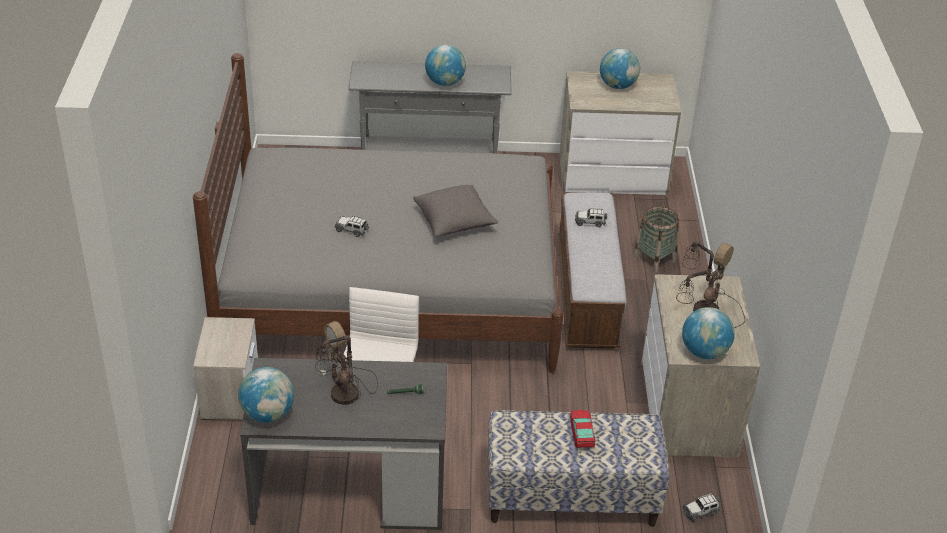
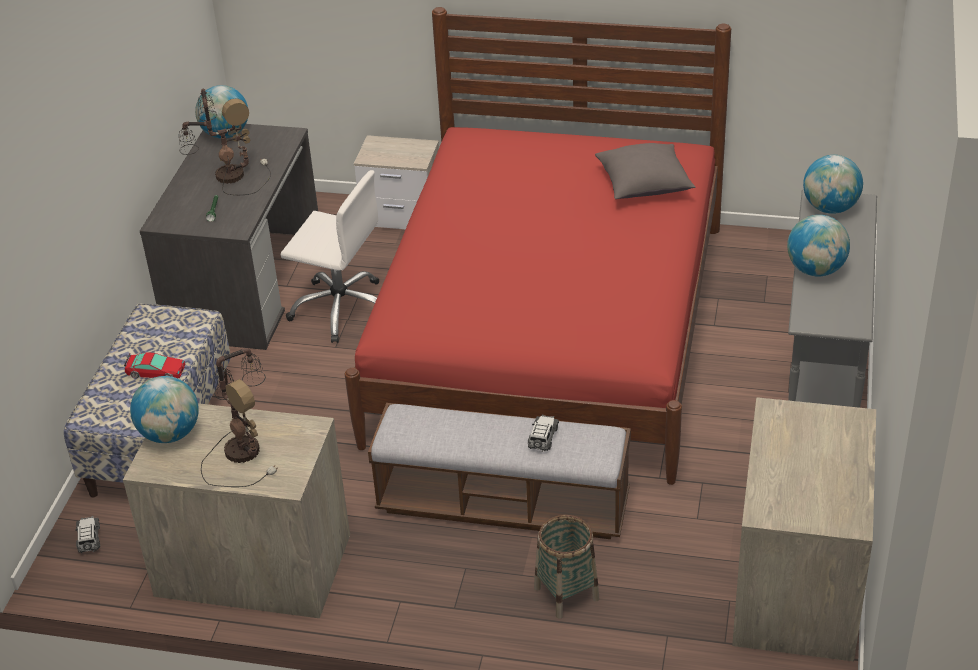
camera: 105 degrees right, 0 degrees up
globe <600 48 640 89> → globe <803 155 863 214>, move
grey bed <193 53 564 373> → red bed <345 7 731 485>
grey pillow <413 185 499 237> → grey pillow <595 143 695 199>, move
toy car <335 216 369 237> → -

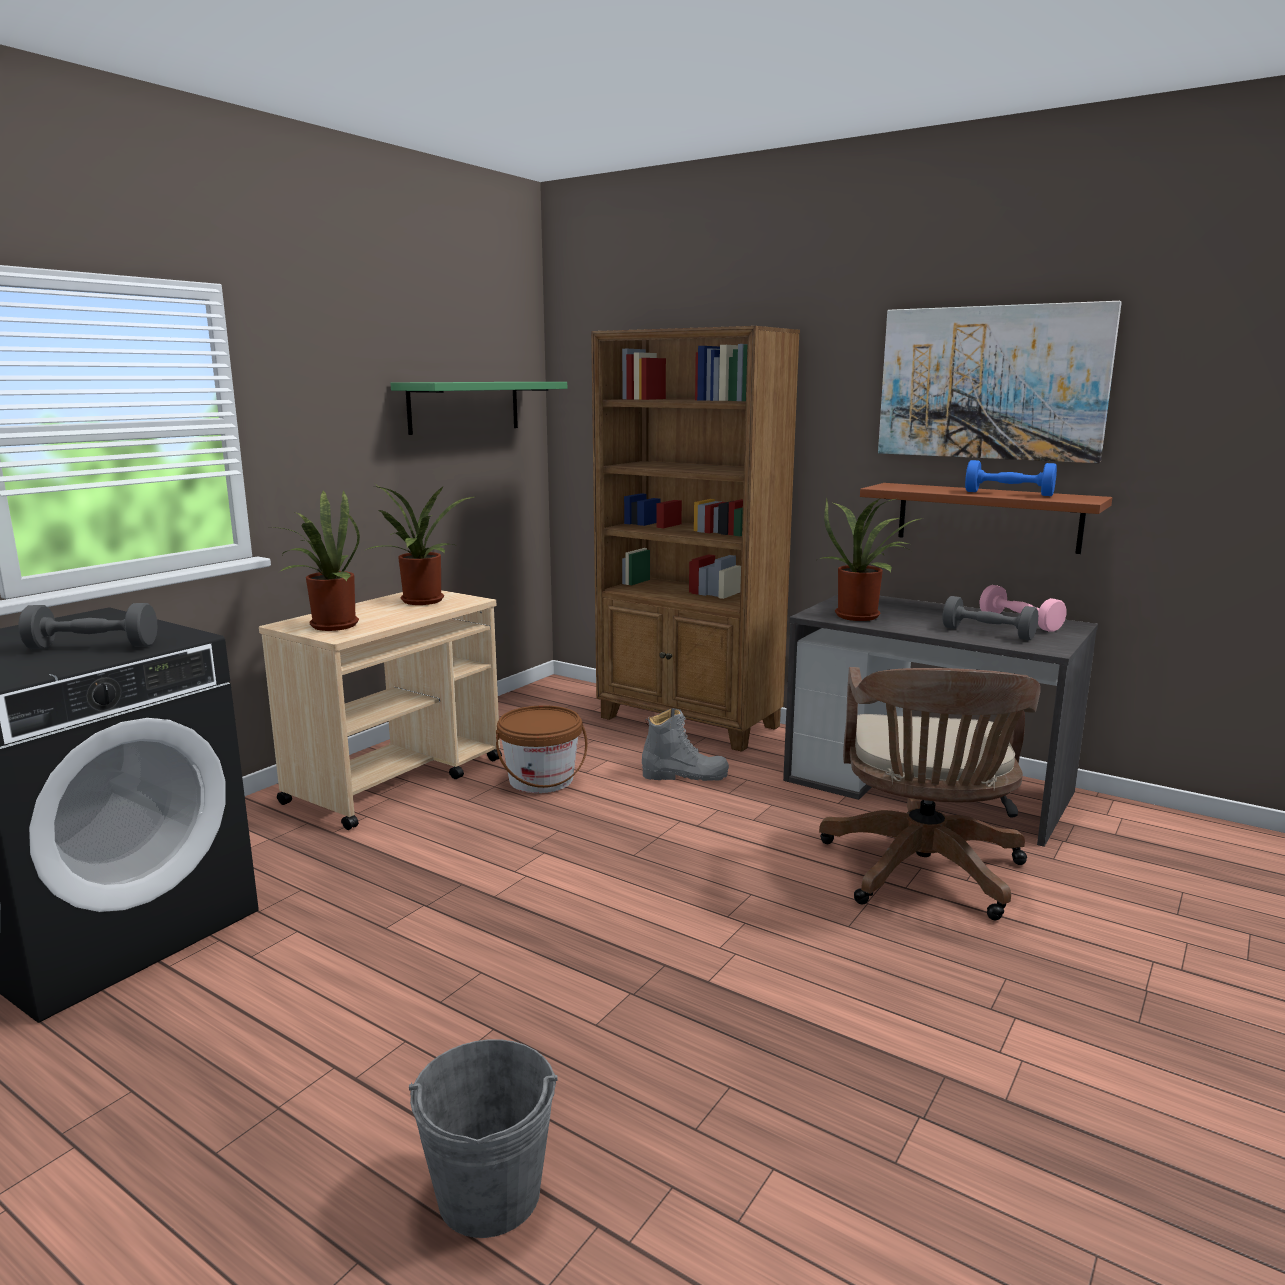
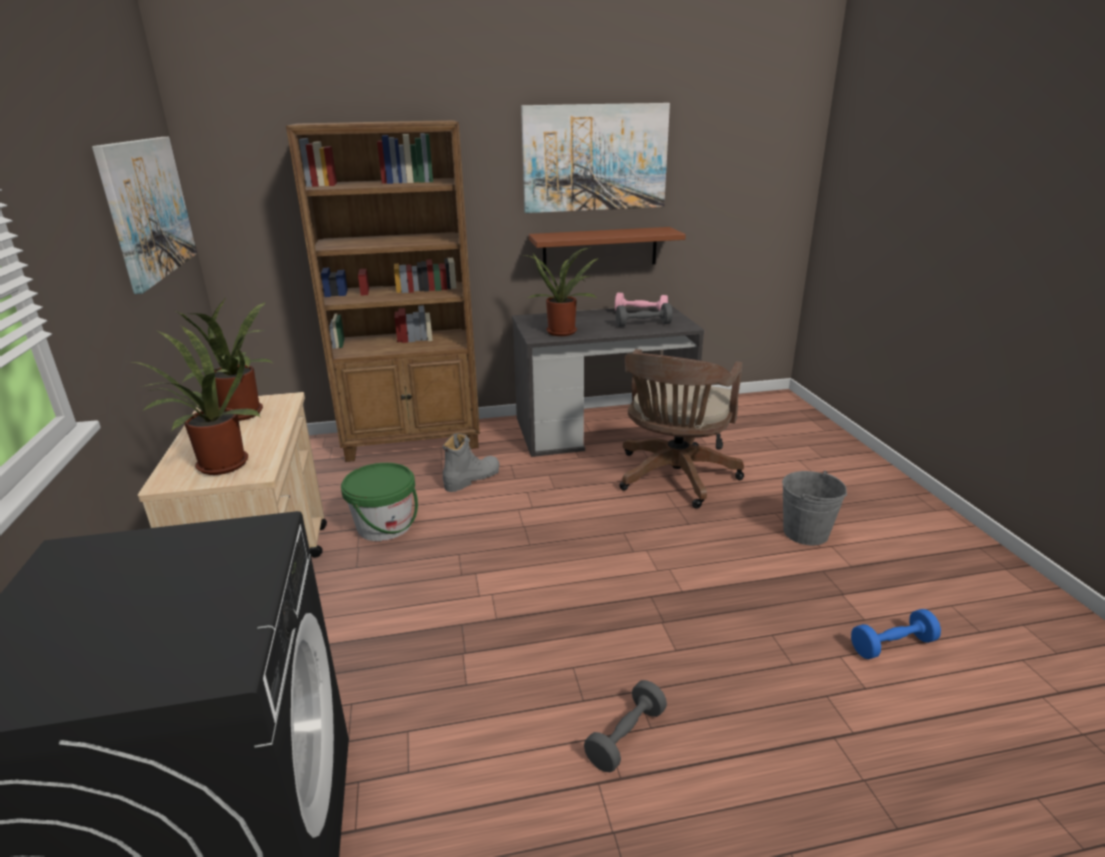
camera: 45 degrees left, 10 degrees up
green shelf <390 382 567 435> → picture <92 137 197 294>
blue dumbbell <965 460 1057 496> → blue dumbbell <851 609 941 659>, move
grey dumbbell <18 603 158 649> → grey dumbbell <584 680 667 773>, move
brown office chair <819 667 1041 920> → brown office chair <620 349 744 509>, 60 degrees clockwise
brown bucket <496 705 587 793> → green bucket <341 463 418 541>
grey bucket <409 1039 557 1238> → grey bucket <782 471 847 545>, move

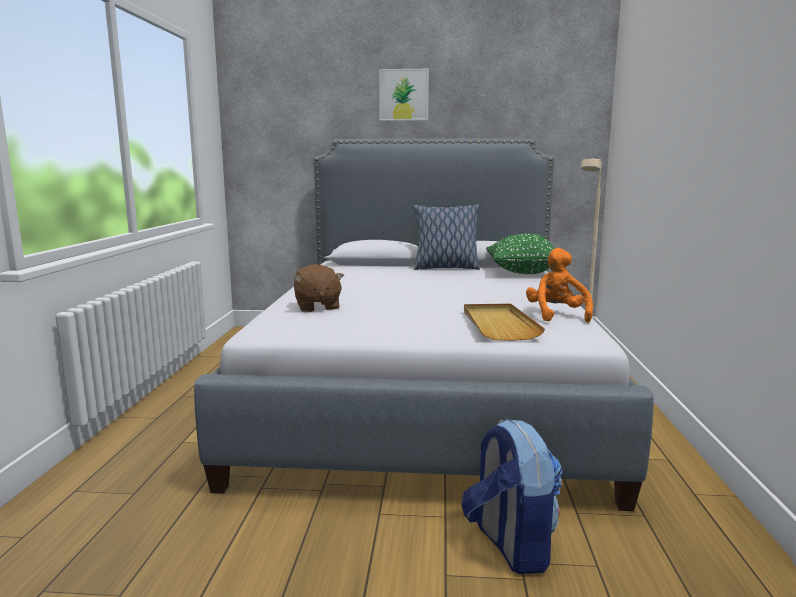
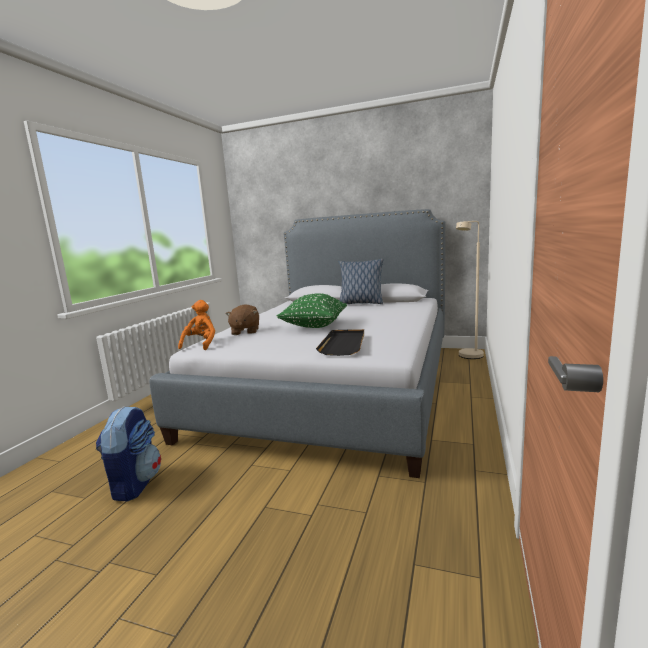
camera: 15 degrees right, 0 degrees up
picture <379 69 429 121> → -
green pillow <486 234 554 274> → green pillow <277 293 347 328>, move
orange plush toy <526 248 593 323> → orange plush toy <178 300 215 350>, move
beige tray <464 304 545 341> → black tray <316 329 364 356>
backpack <461 419 563 574> → backpack <96 406 161 501>, move

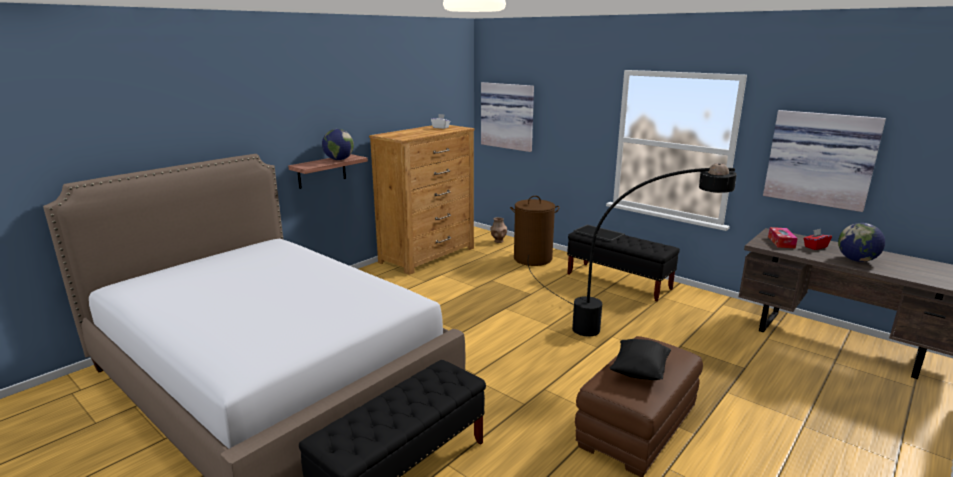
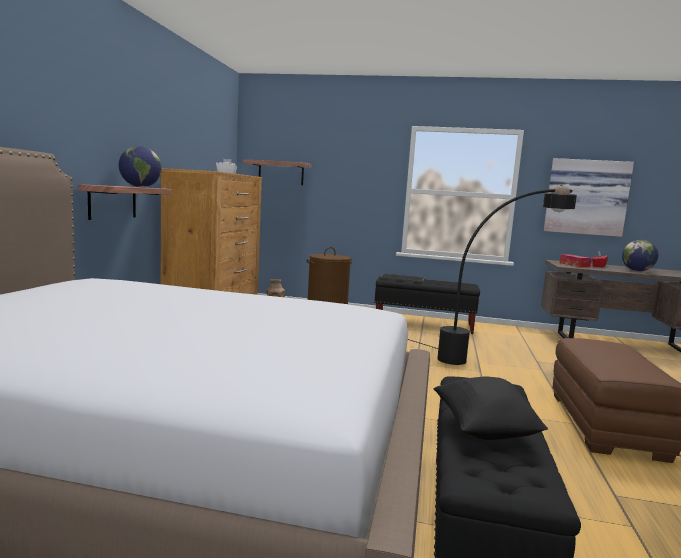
camera: 30 degrees left, 10 degrees down
picture <481 82 534 152> → shelf <243 159 312 185>
black pillow <609 339 671 380> → black pillow <434 376 548 440>, move

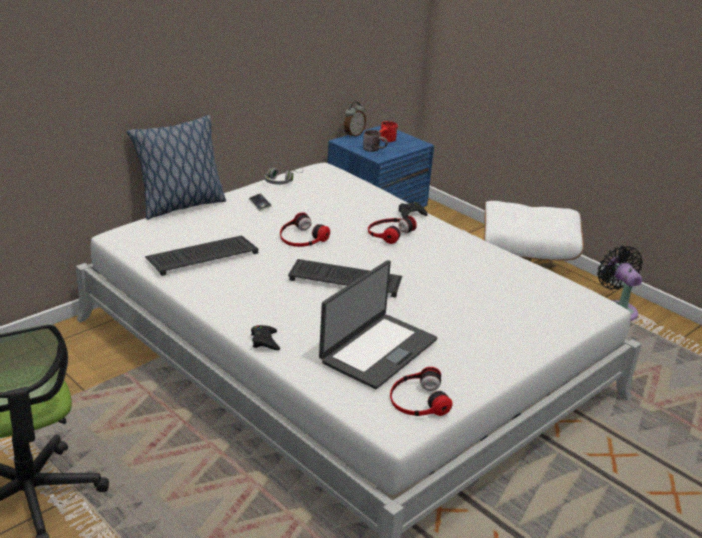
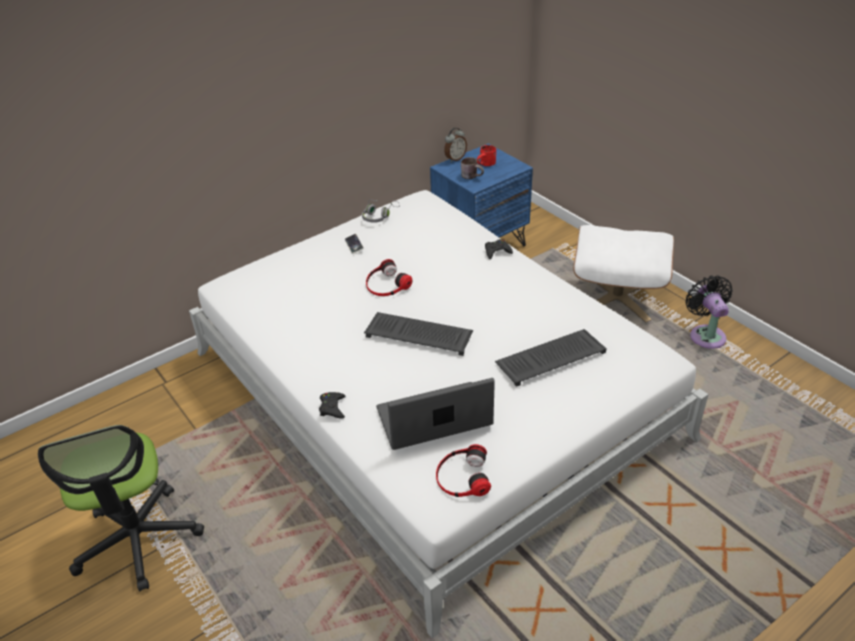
camera: 10 degrees right, 10 degrees up
pillow <126 115 226 220> → -
headphones <368 216 417 244> → -
keyboard <145 235 259 276> → keyboard <495 329 607 387>, move
laptop <319 260 437 389> → laptop <376 378 495 450>, 150 degrees counterclockwise

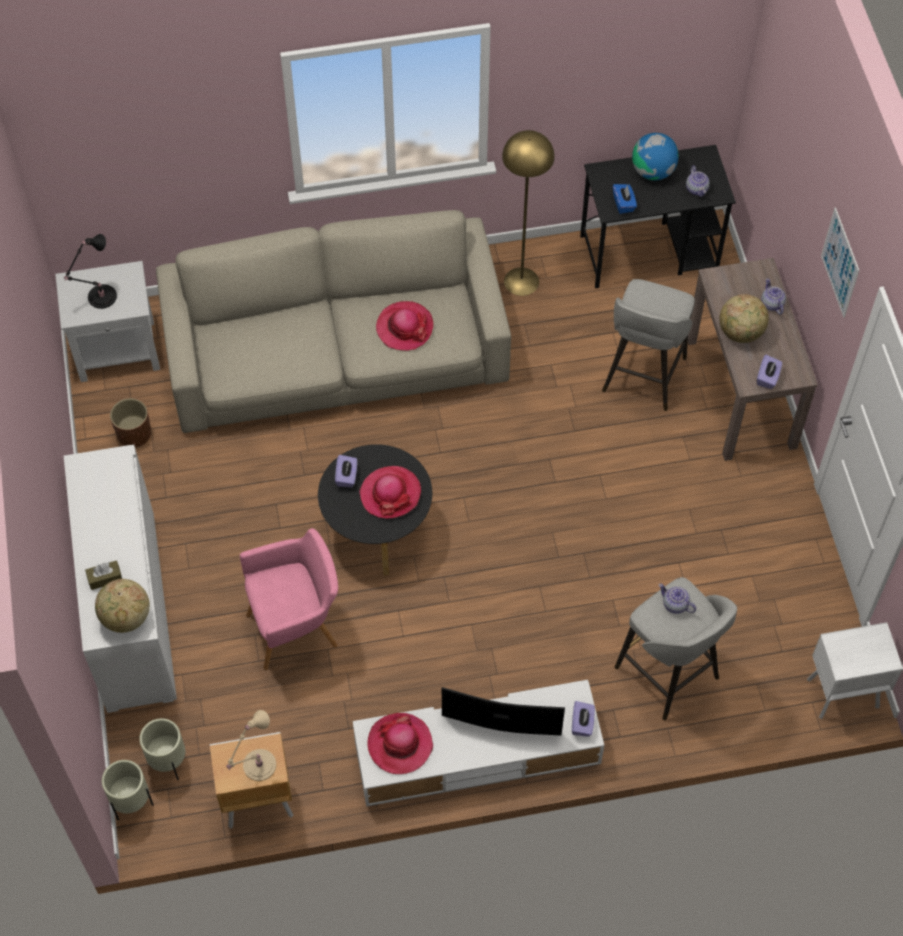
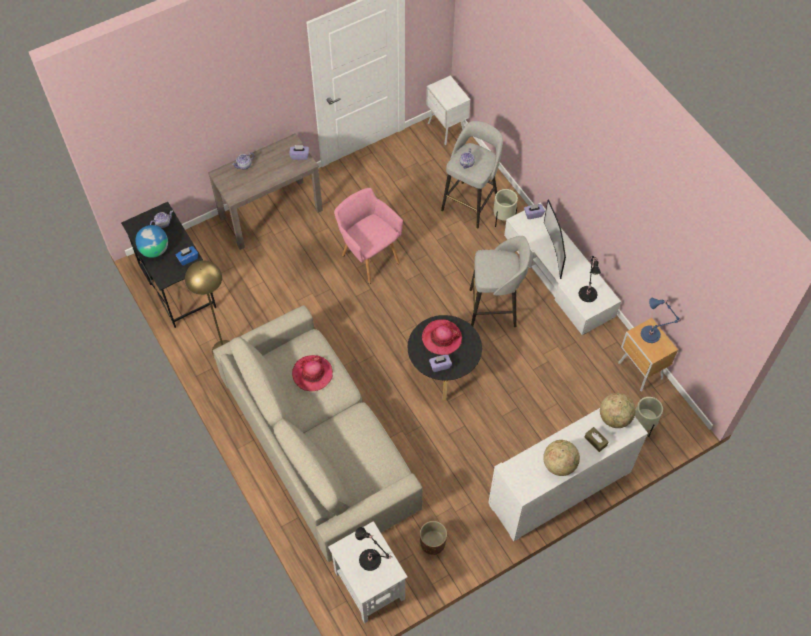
camera: 110 degrees left, 0 degrees up
picture <821 207 859 318> → -
grey stool <602 279 695 411> → grey stool <470 236 530 327>, move
globe <719 294 769 343> → globe <543 440 580 476>, move
pink armchair <240 528 338 670> → pink armchair <334 188 403 284>, move
beige table lamp <226 710 276 781> → blue table lamp <641 298 682 343>
hat <367 713 433 774> → black table lamp <579 255 601 302>
beige planter <102 760 154 821> → beige planter <493 189 518 227>, move

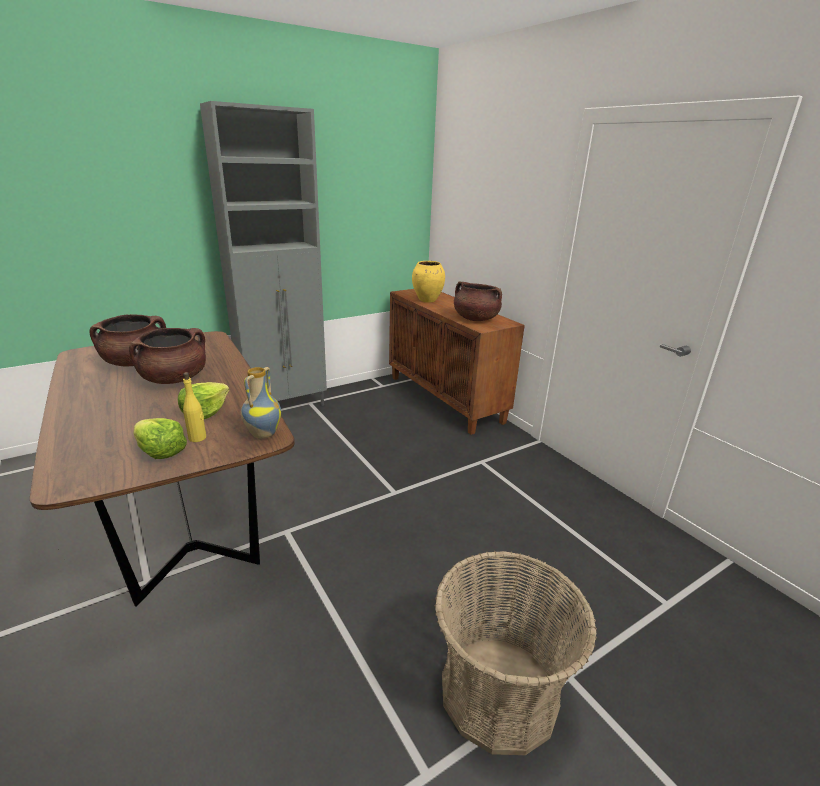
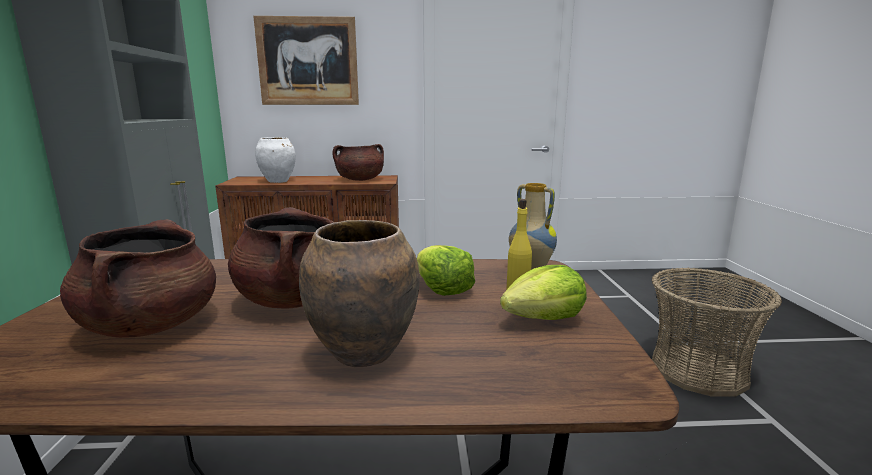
camera: 60 degrees left, 10 degrees down
yellow vase <412 261 445 303> → white vase <255 137 296 183>
- → picture <253 16 359 105>
- → brown vase <299 220 420 367>

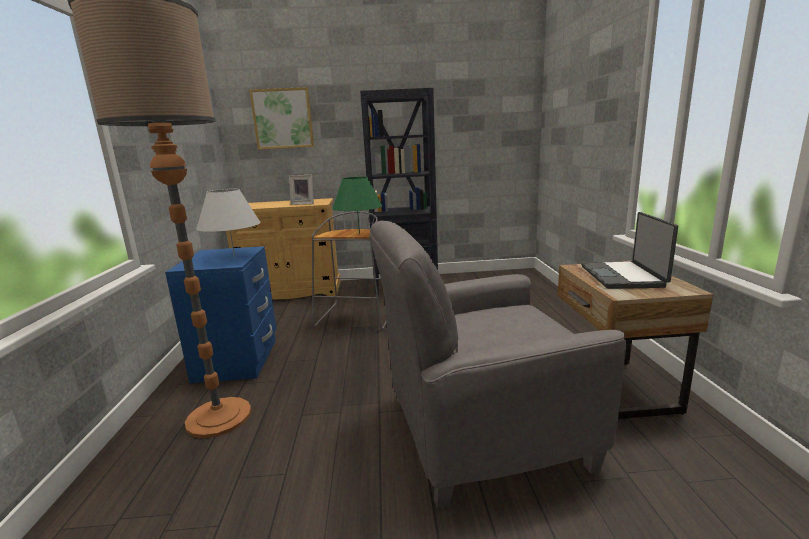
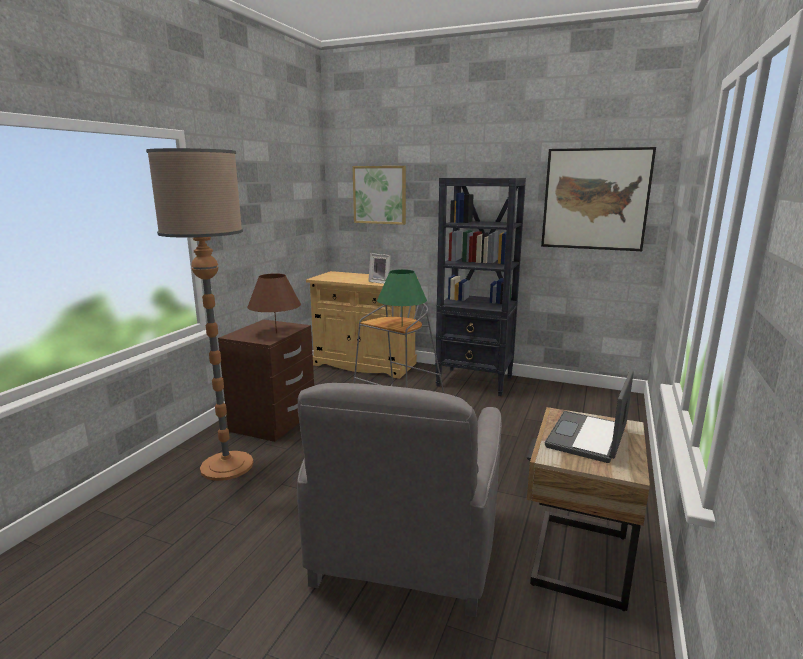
camera: 25 degrees right, 0 degrees up
white table lamp <196 189 261 257> → brown table lamp <247 274 301 333>
grey armchair <370 221 626 509> → grey armchair <297 383 502 617>, 90 degrees counterclockwise
blue nightstand <165 246 277 383> → brown nightstand <218 319 314 442>
- → picture <541 147 656 251>

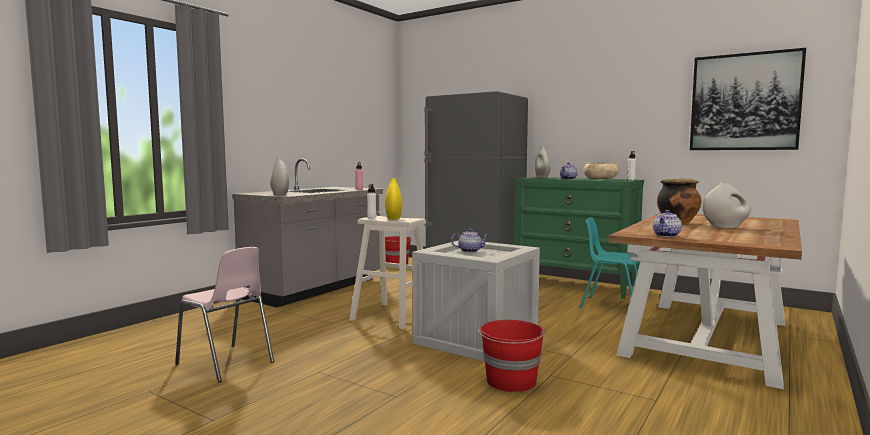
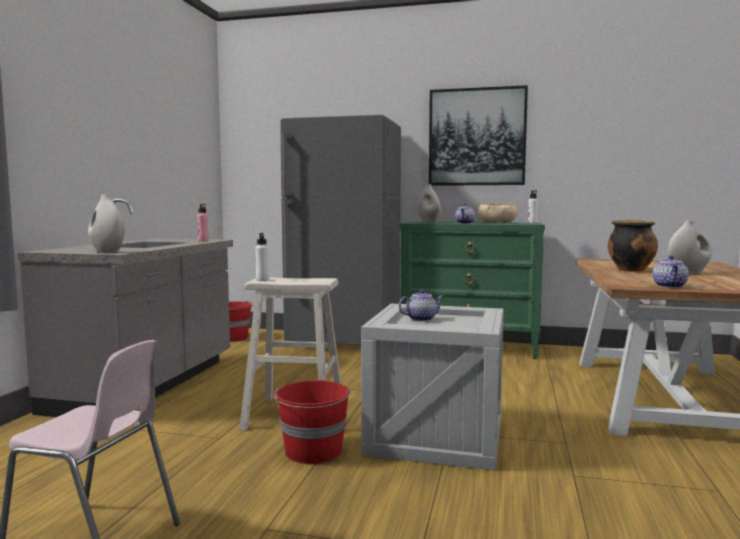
camera: 20 degrees left, 0 degrees up
picture <690 48 806 150> → picture <429 85 528 186>, move
yellow vase <385 178 402 220> → -
turquoise chair <580 217 639 308> → -
red bucket <478 320 545 392> → red bucket <274 380 350 464>, move

